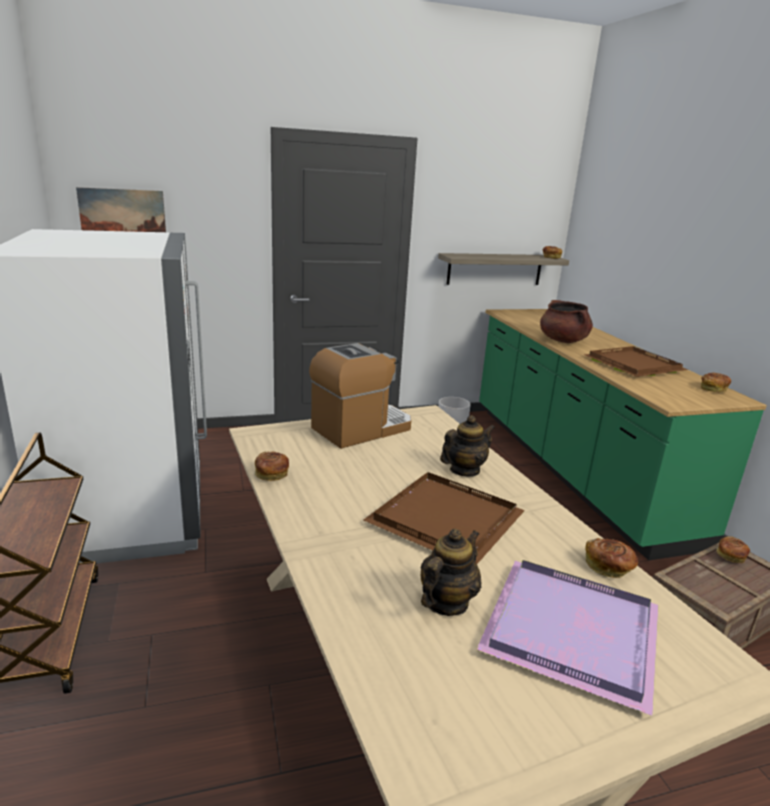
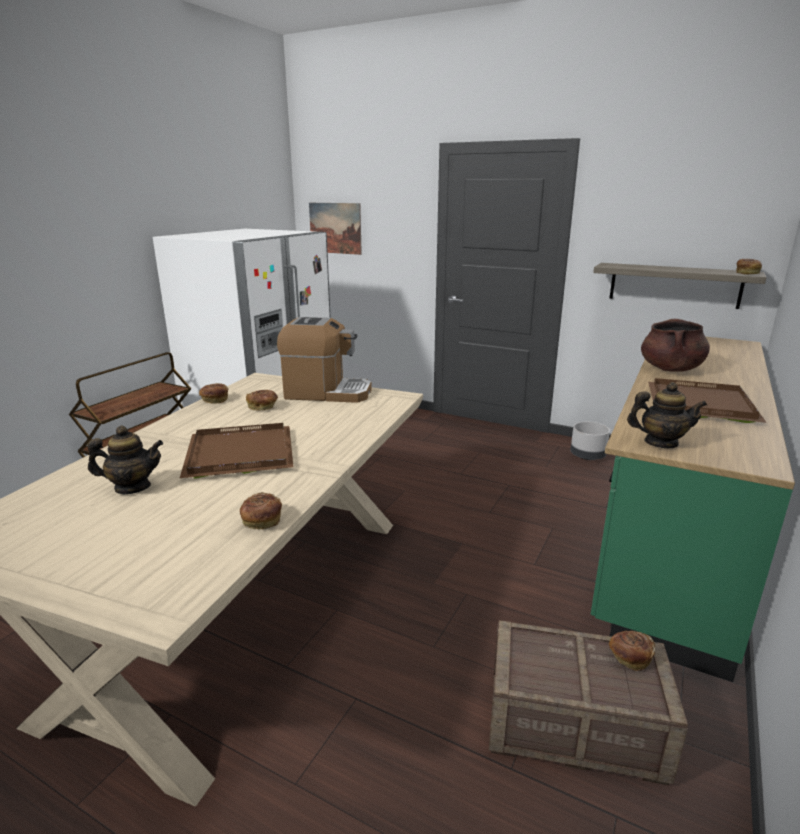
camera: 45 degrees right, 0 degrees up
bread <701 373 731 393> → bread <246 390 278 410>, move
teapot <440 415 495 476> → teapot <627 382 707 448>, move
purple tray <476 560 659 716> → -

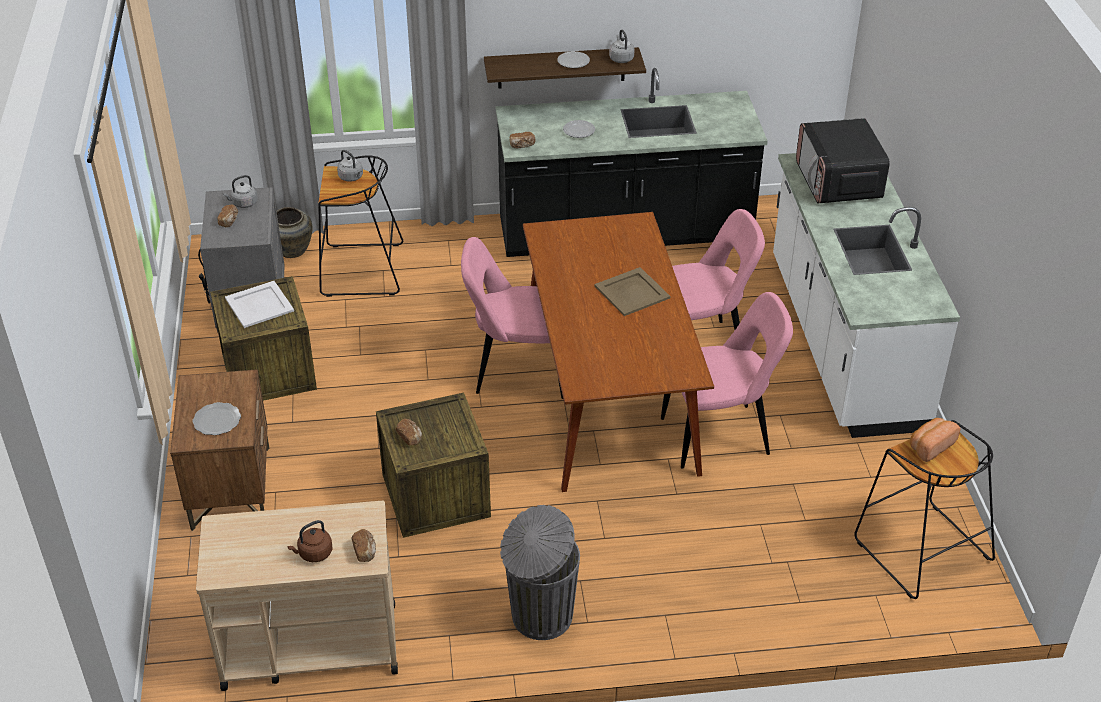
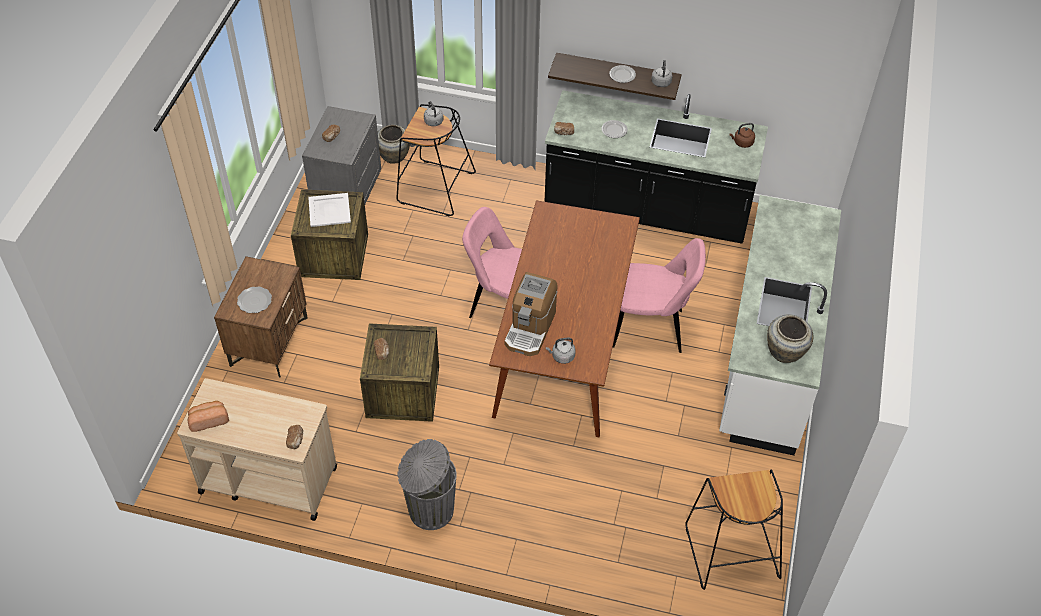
camera: 20 degrees right, 10 degrees up
microwave <796 118 890 203> → -
grey kettle <223 175 258 208> → grey kettle <546 338 576 364>, move
beige tray <595 267 670 316> → -
pink chair <661 292 793 469> → -
bread <910 418 961 462> → bread <188 401 229 432>, move
brown kettle <287 520 332 562> → brown kettle <730 123 755 148>, move
- → coffee machine <504 272 558 356>
- → beige vase <767 314 813 363>

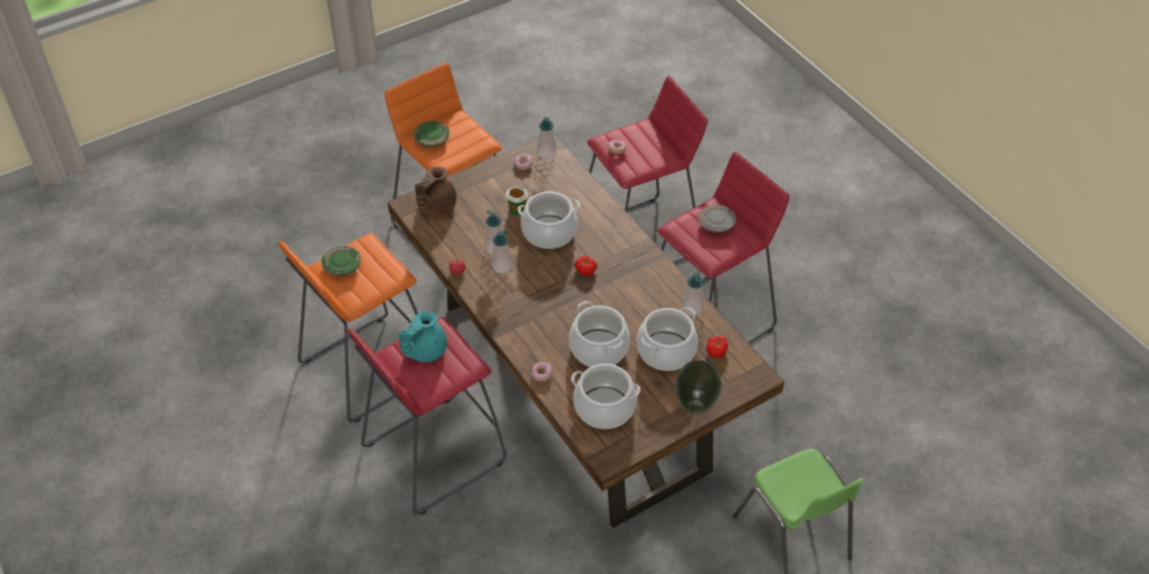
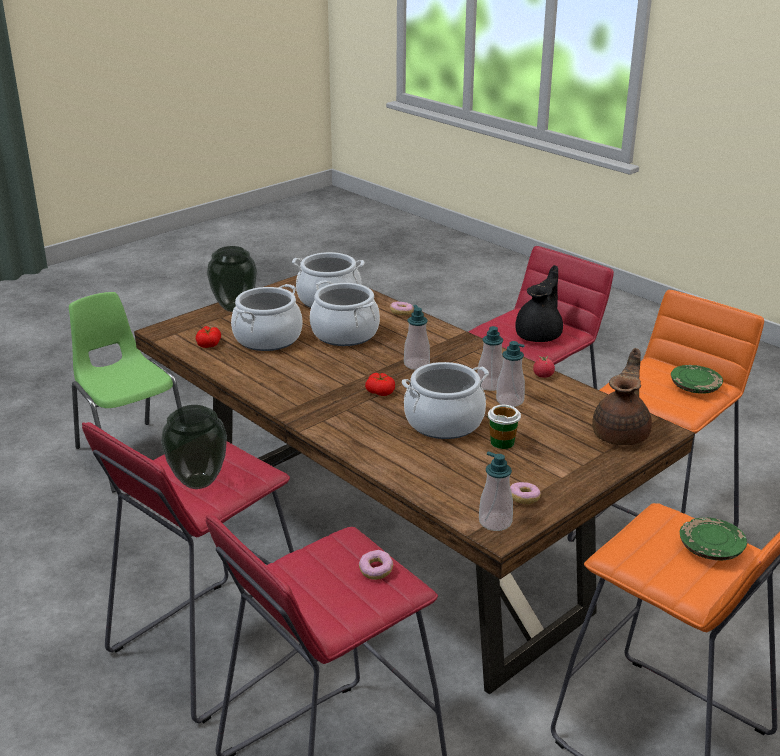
camera: 170 degrees right, 20 degrees down
grey plate <698 205 736 233> → vase <161 405 227 489>
soap dispenser <682 273 704 315> → soap dispenser <404 305 430 370>, move
turquoise teapot <399 311 447 362> → black teapot <515 265 563 342>

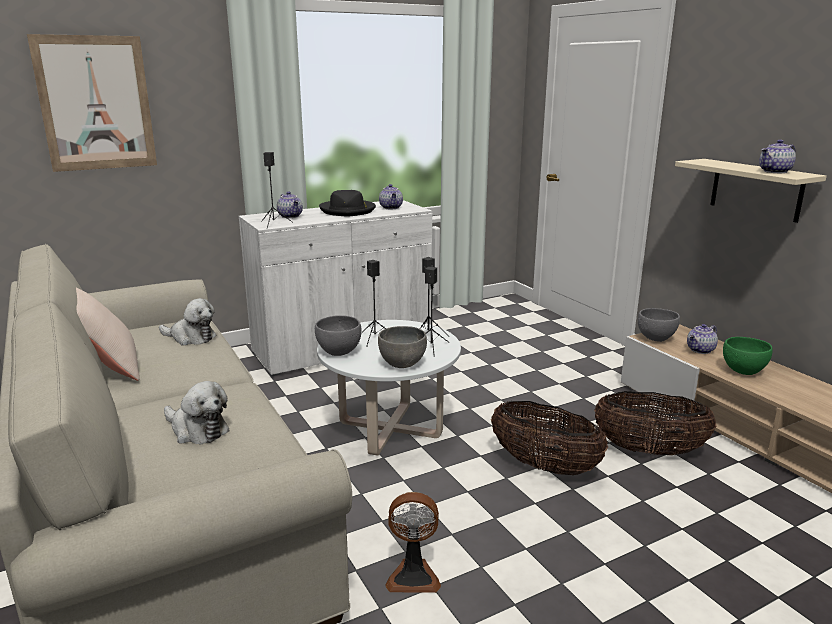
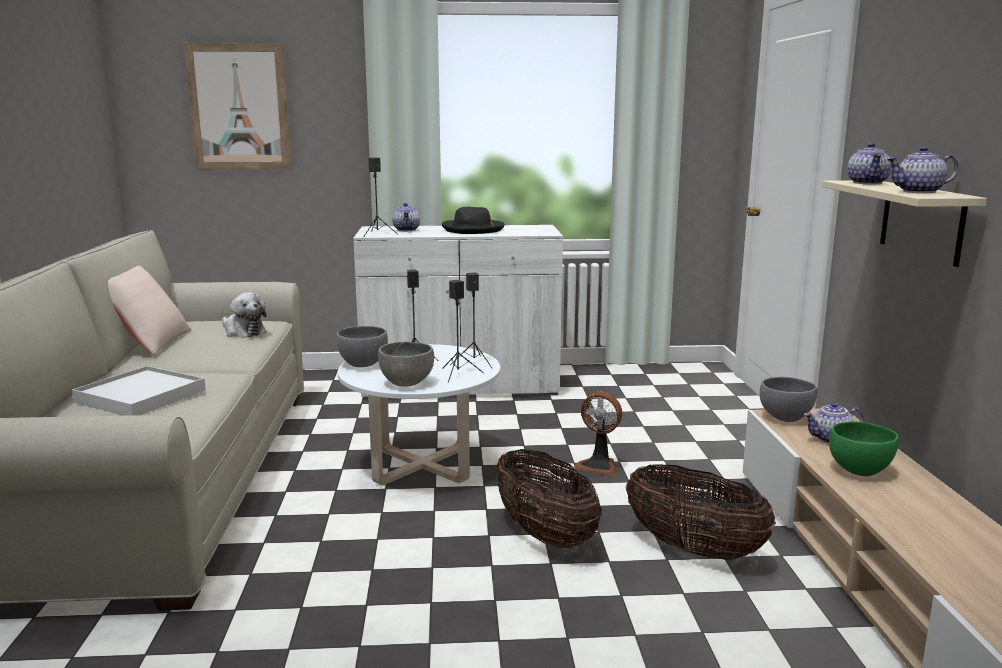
camera: 25 degrees right, 5 degrees down
teapot <379 184 403 209> → teapot <847 143 891 184>, move
plush toy <164 381 229 444> → white tray <72 366 206 416>
fan <386 492 441 593> → fan <574 391 622 476>, move

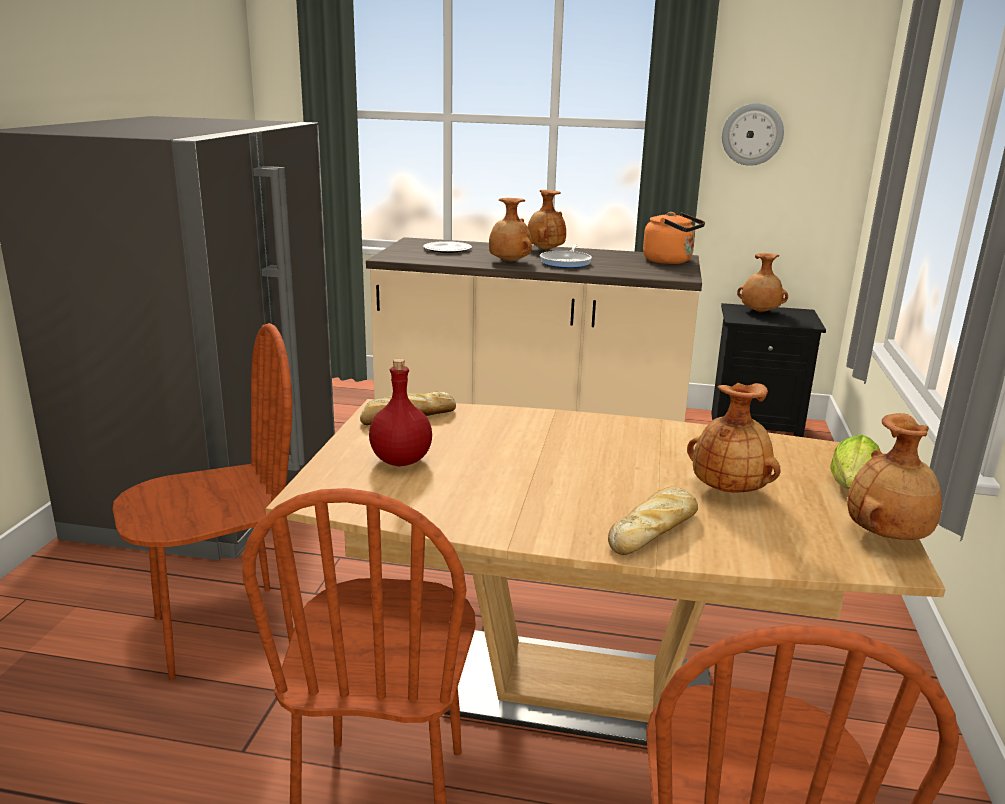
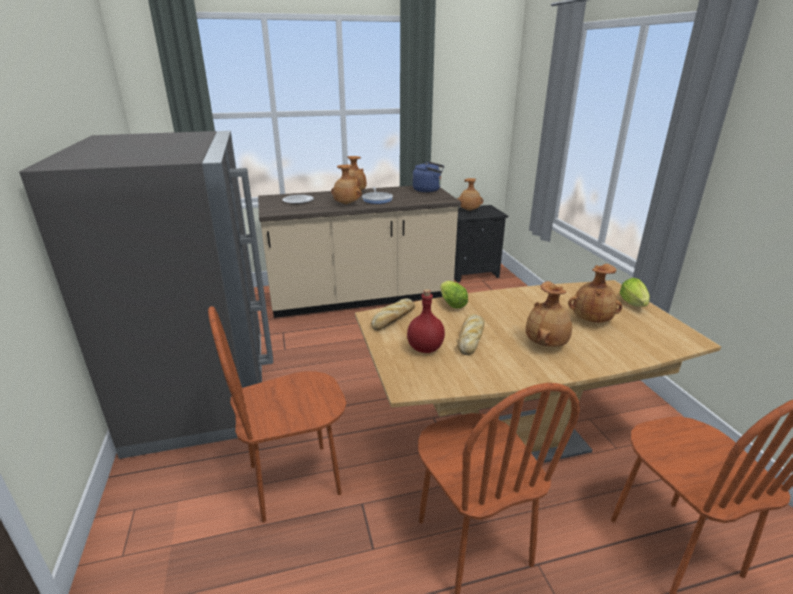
camera: 25 degrees left, 5 degrees up
wall clock <722 103 784 166> → -
orange kettle <643 212 705 264> → blue kettle <412 162 444 192>
brown chair <113 323 294 680> → brown chair <208 306 346 523>, 150 degrees counterclockwise
brown vase <847 413 942 540> → brown vase <526 281 572 347>, move
bread <608 487 698 555> → bread <457 314 485 355>, move
- → lettuce <440 281 468 308>

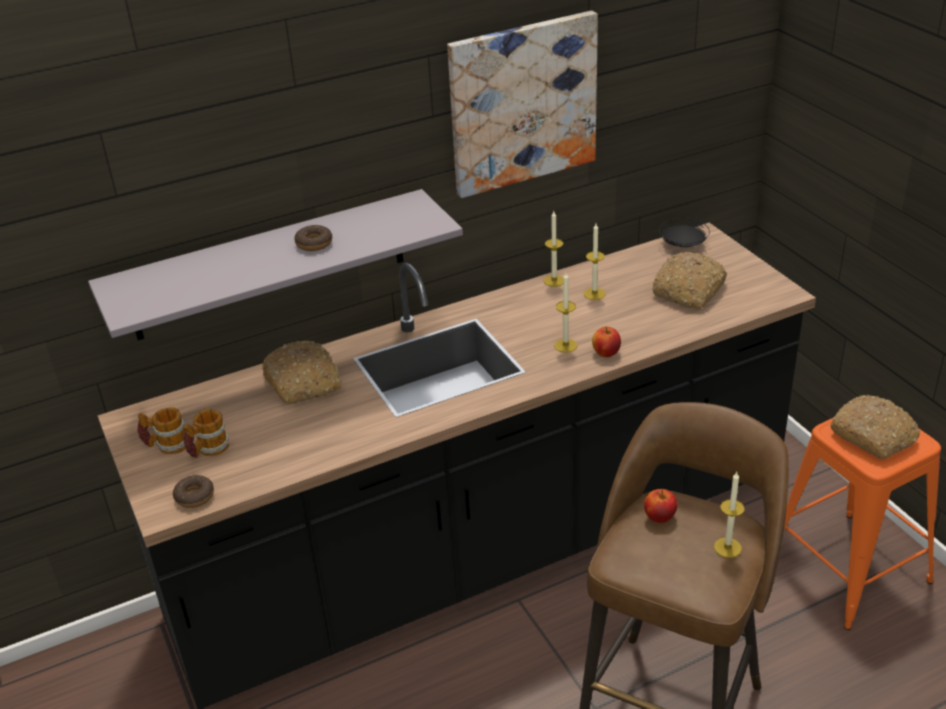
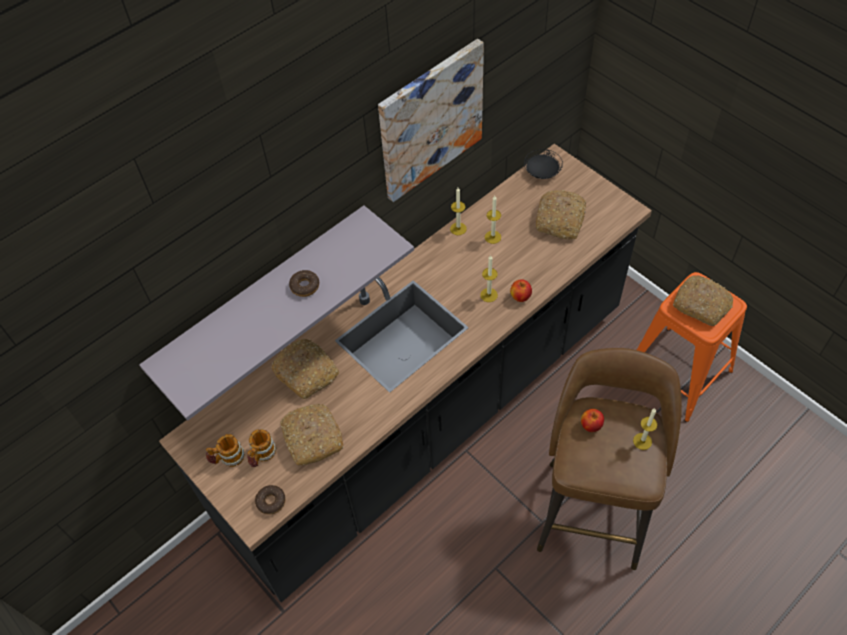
camera: 15 degrees left, 20 degrees up
- → bread <280 404 344 465>

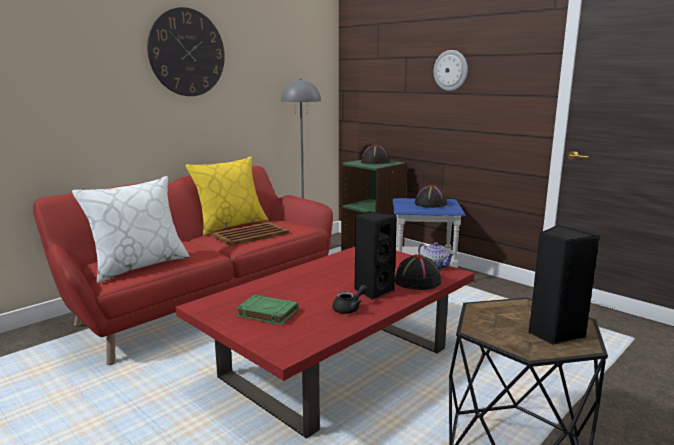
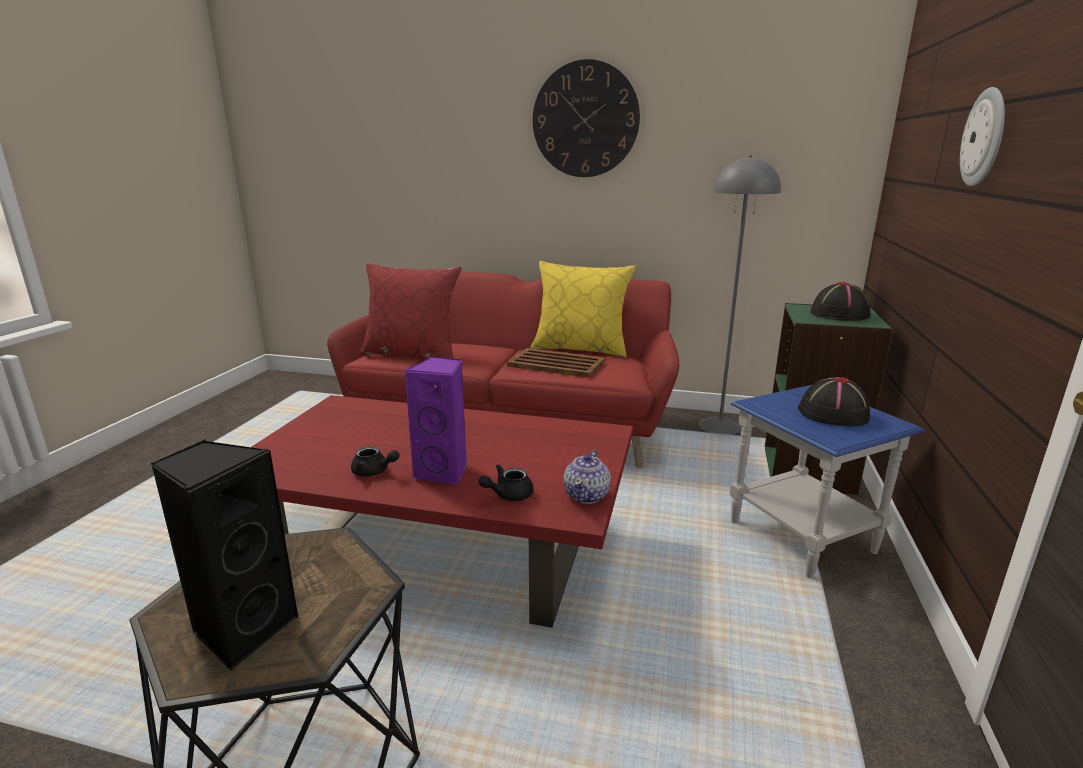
camera: 60 degrees right, 5 degrees up
white pillow <72 176 190 283> → red pillow <358 263 462 358>
black speaker <354 211 397 300> → purple speaker <404 357 467 485>
black hat <395 254 442 290> → black teapot <478 464 534 501>
green book <236 295 299 325> → -

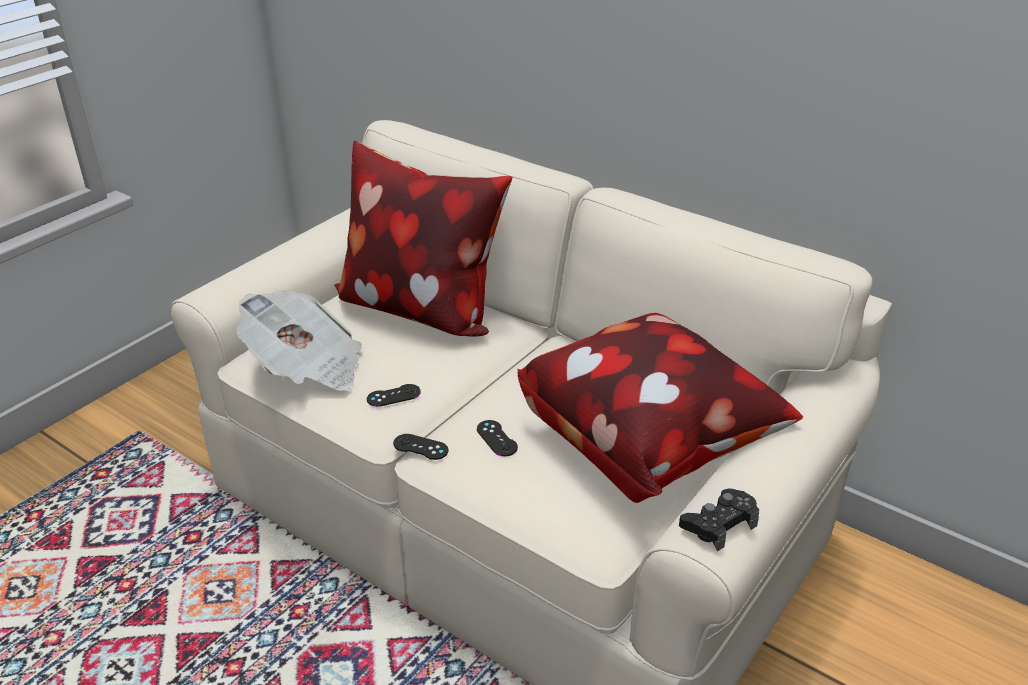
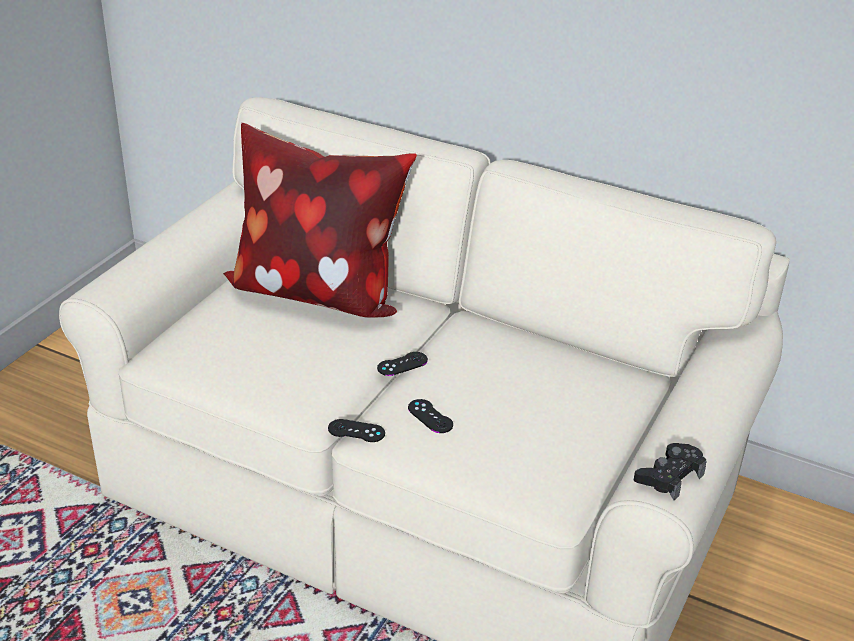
camera: 10 degrees left, 0 degrees up
newspaper <236 290 362 391> → -
pillow <518 313 803 503> → -
black game controller <367 384 421 407> → black game controller <377 352 428 376>, move

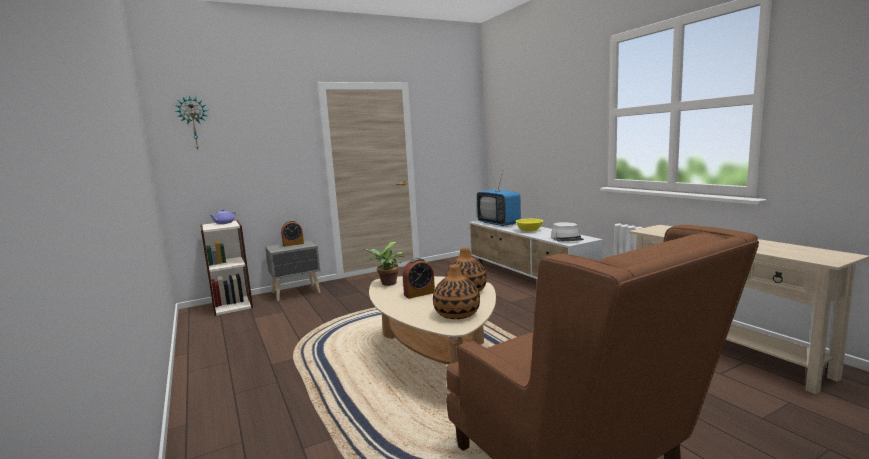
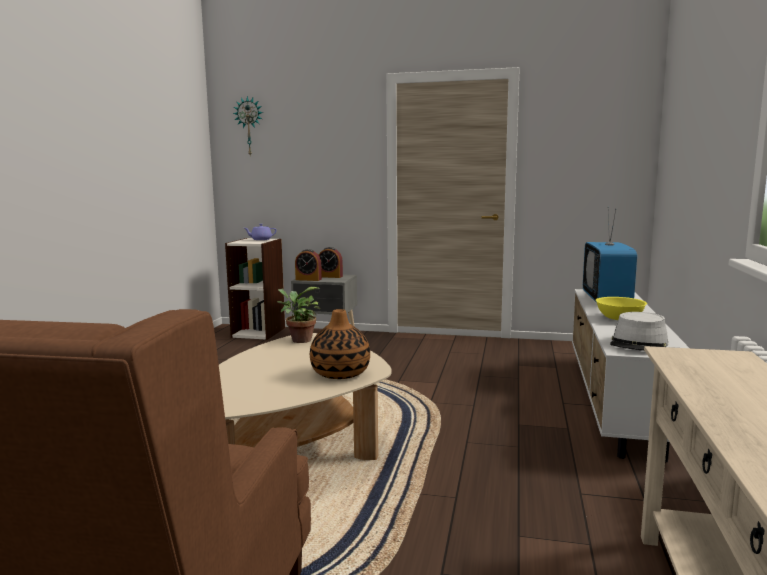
camera: 40 degrees right, 0 degrees up
alarm clock <403 258 435 299> → alarm clock <295 249 322 281>, move
vase <433 264 480 319> → -

